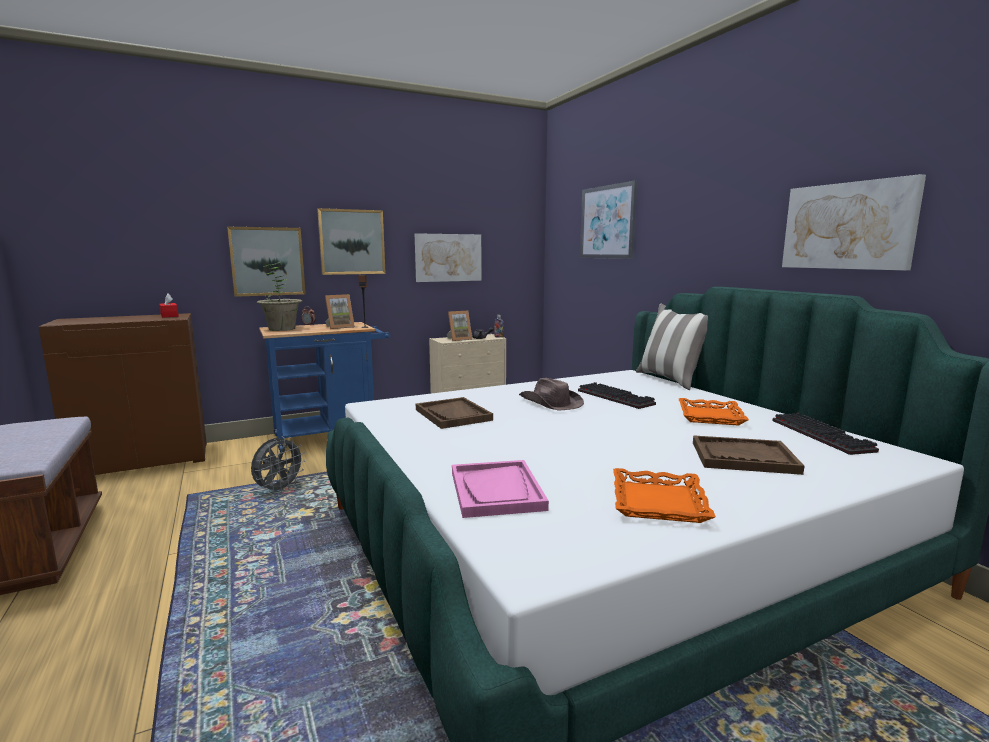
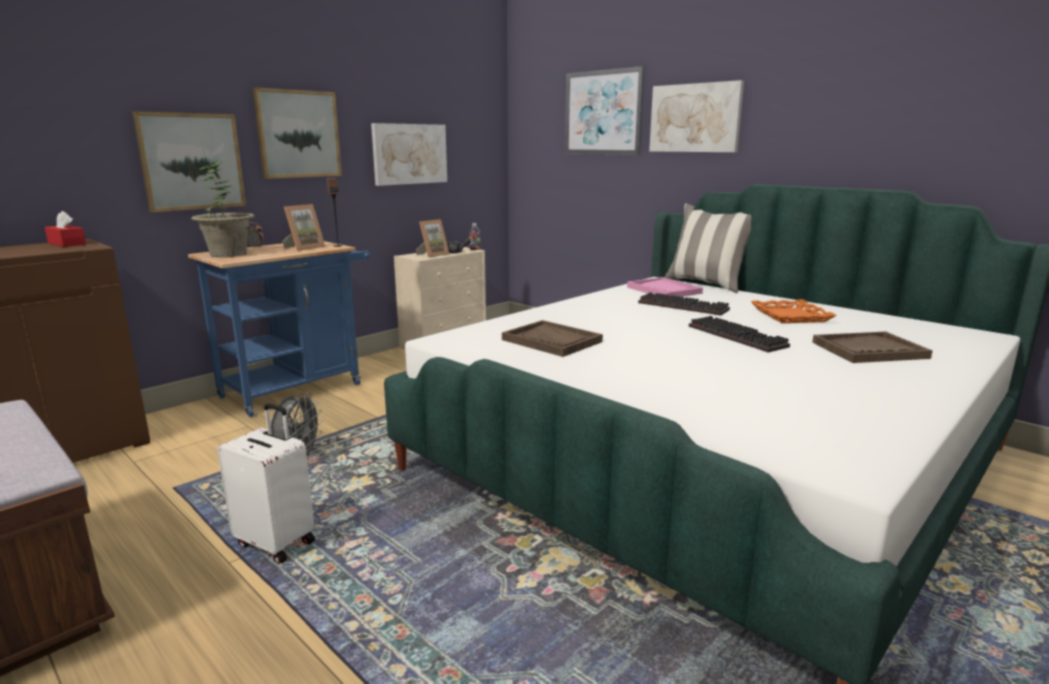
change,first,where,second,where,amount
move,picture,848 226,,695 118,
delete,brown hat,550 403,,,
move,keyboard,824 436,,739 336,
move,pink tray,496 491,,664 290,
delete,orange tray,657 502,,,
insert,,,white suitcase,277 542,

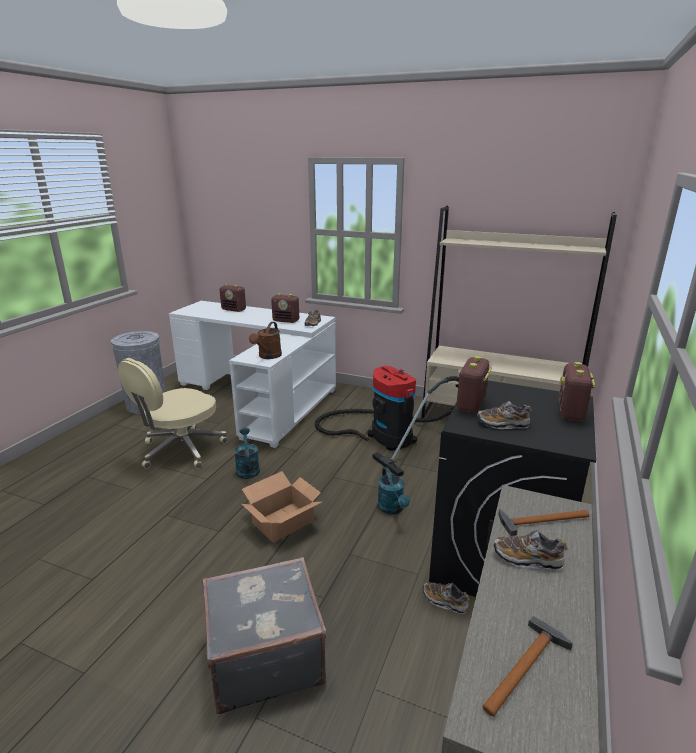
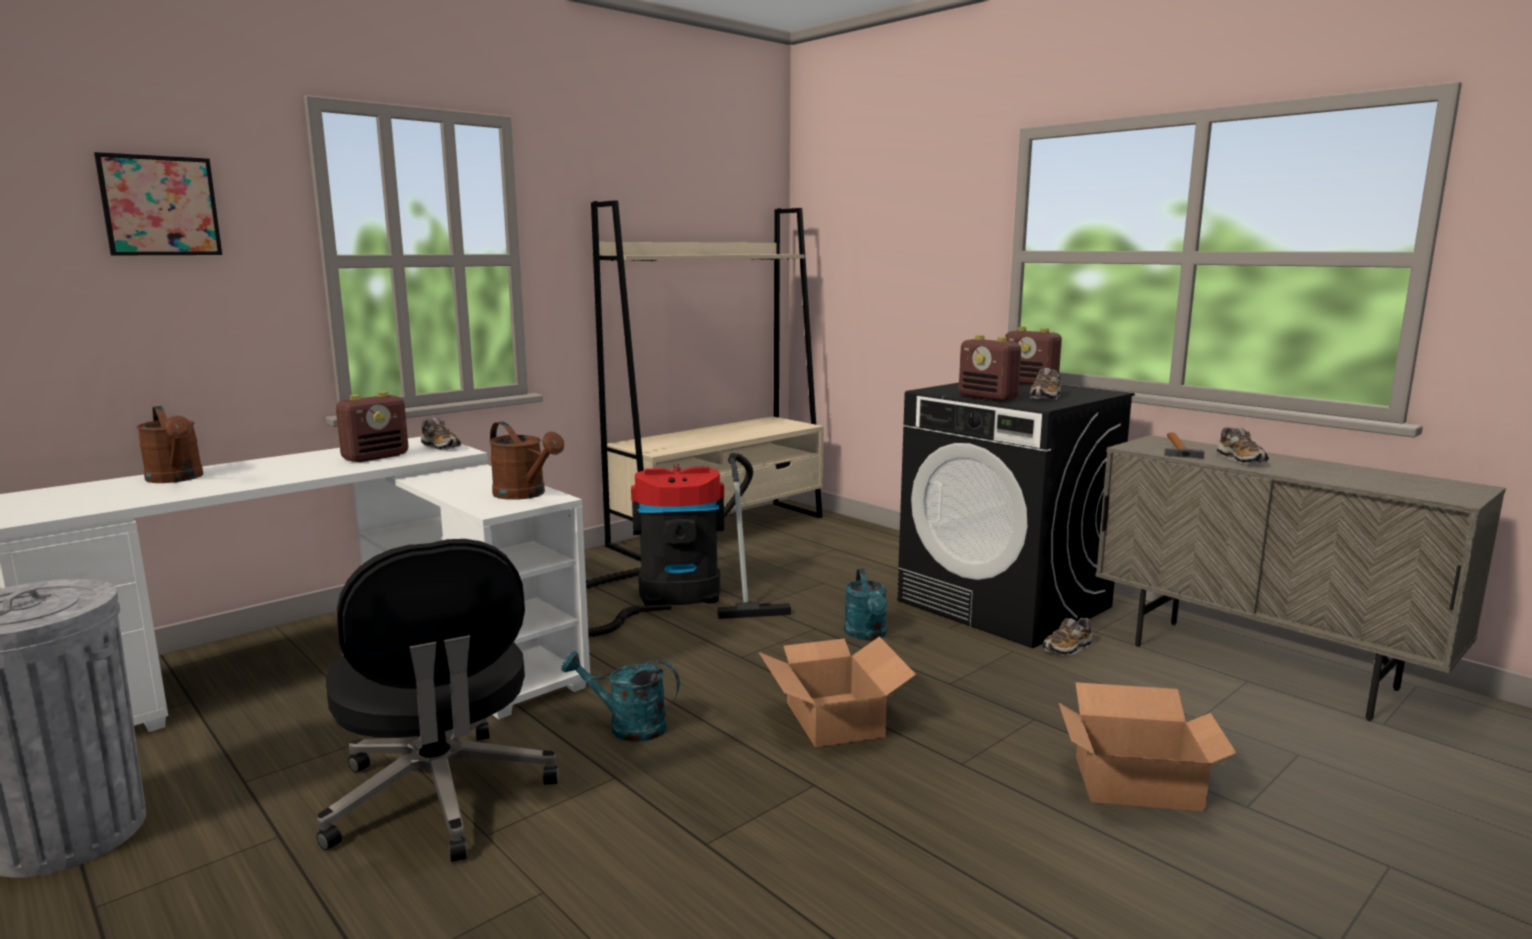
change,first,where,second,where,amount
replace,radio,234 310,brown watering can,177 479,
recolor,beige office chair,181 450,black office chair,440 798,
rotate,turquoise watering can,392 509,,867 635,75 degrees clockwise
rotate,shoe,527 559,,1241 460,45 degrees counterclockwise
replace,grey suitcase,264 656,cardboard box,1138 784,
delete,hammer,526 666,,,
insert,,,picture,160 206,

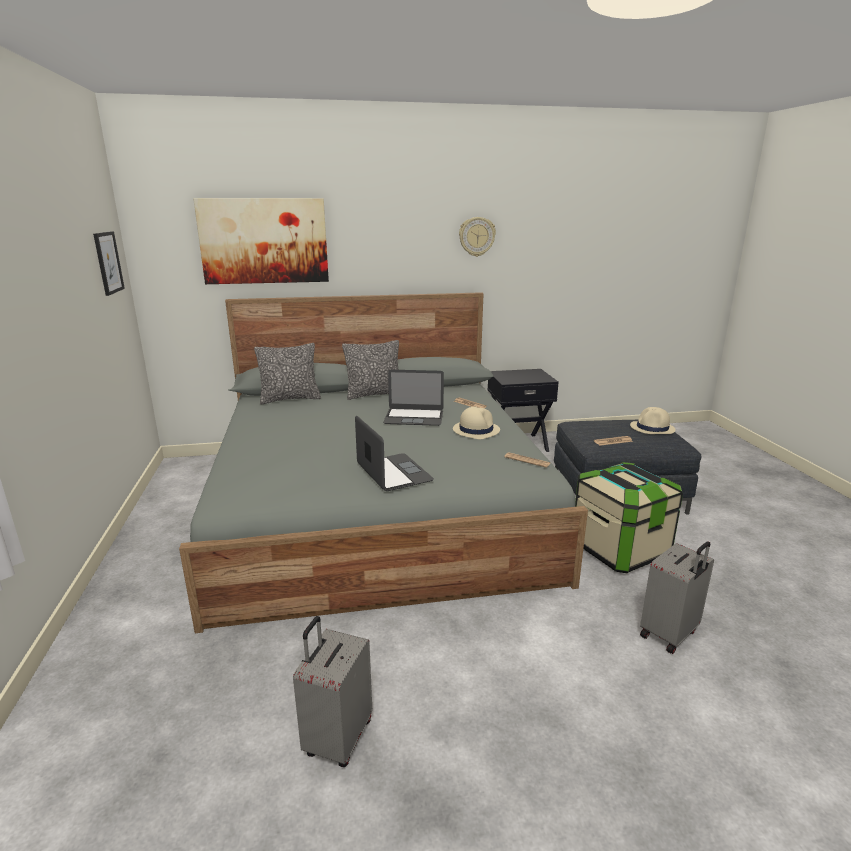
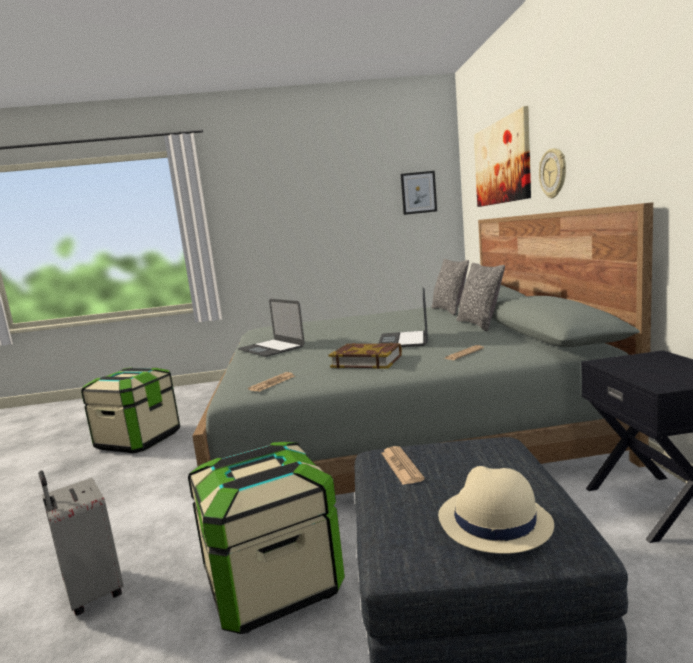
change,first,where,second,where,amount
move,wall clock,476 236,,553 173,
replace,beige hat,476 430,book,367 361,
rotate,laptop,393 472,,271 348,75 degrees clockwise
replace,grey suitcase,337 738,storage box,139 440,

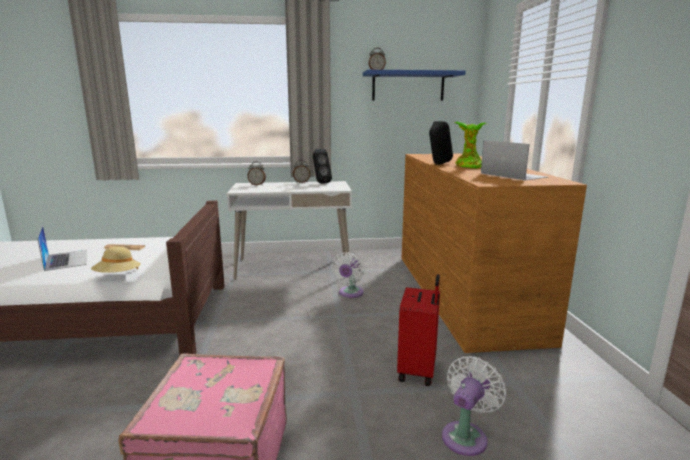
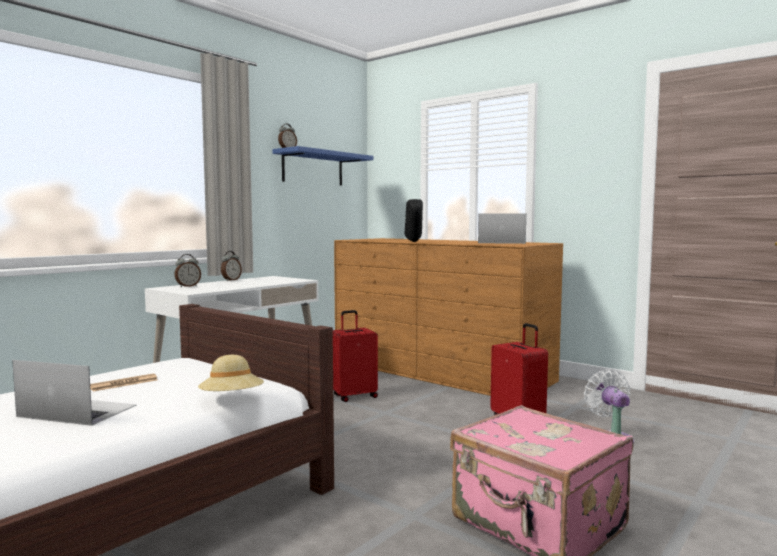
change,first,where,second,where,amount
delete,potted plant,468 166,,,
delete,black speaker,320 183,,,
replace,white fan,350 293,red suitcase,354 396,

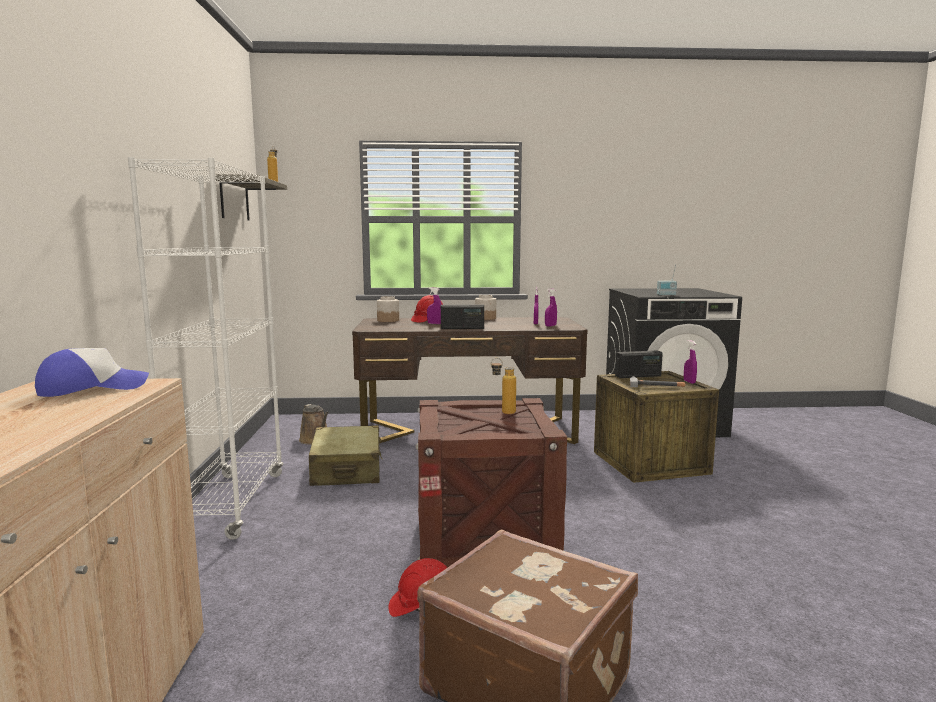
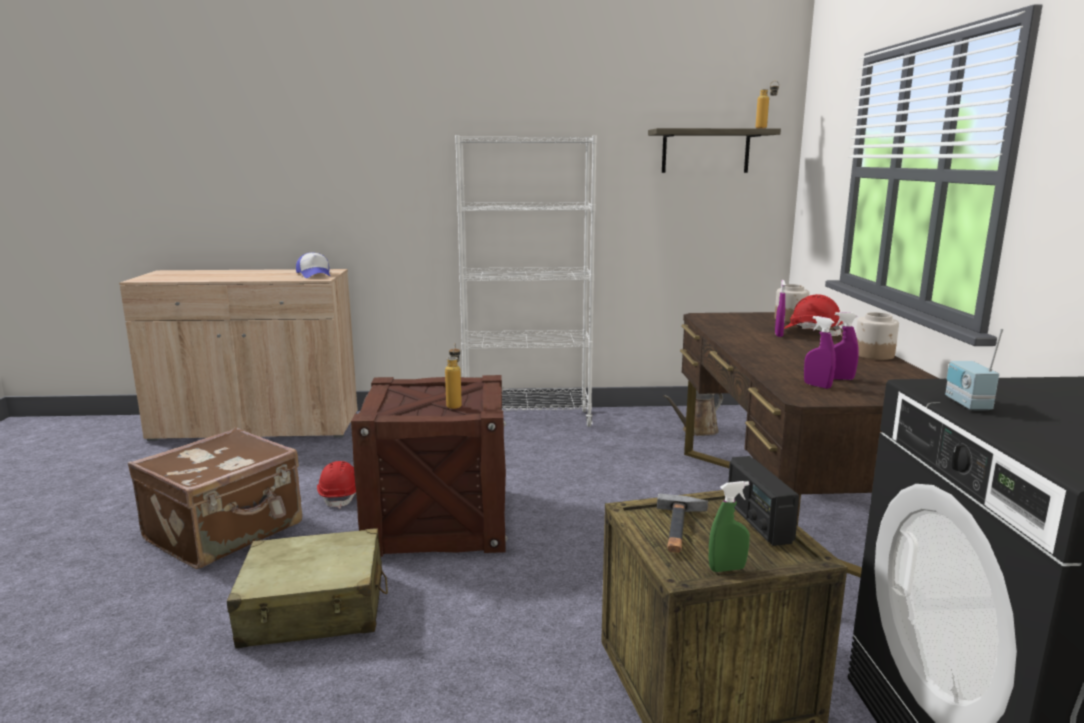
change,first,where,second,where,amount
delete,radio,462 328,,,
recolor,purple spray bottle,689 382,green spray bottle,727 569,
move,beige suitcase,347 469,,314 609,

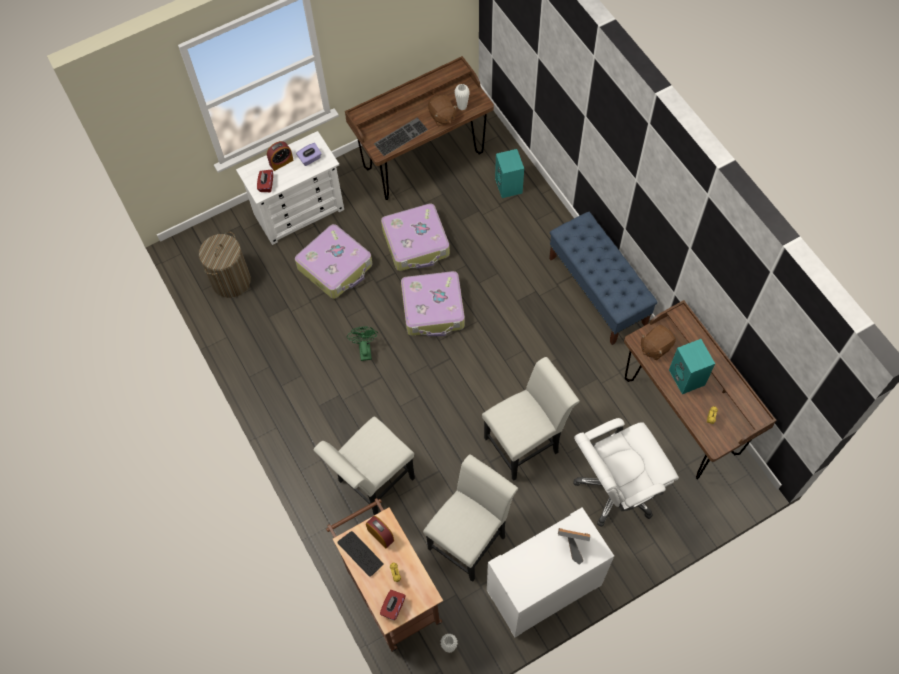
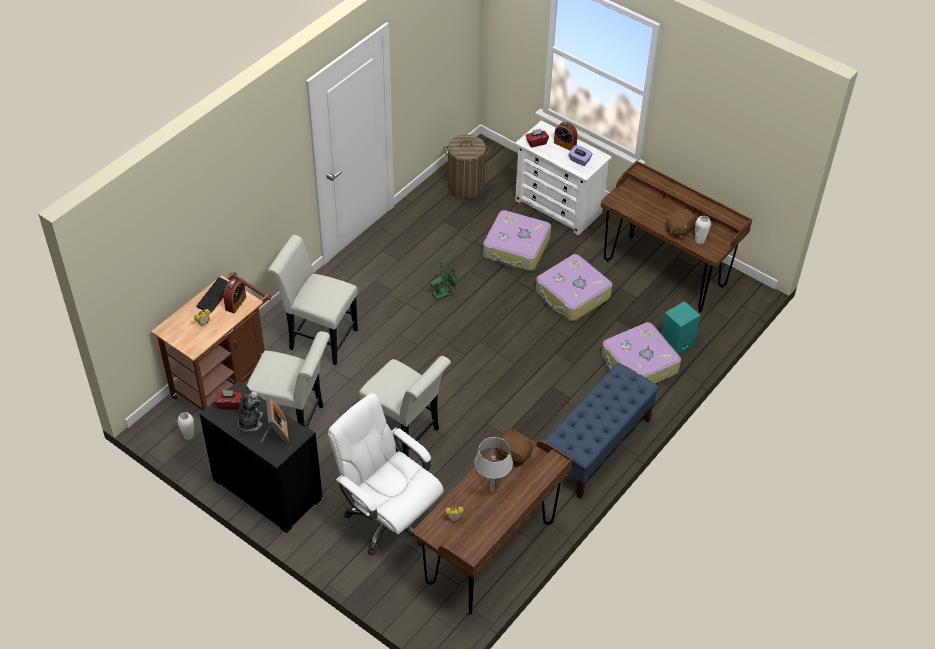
change,first,where,second,where,amount
delete,keyboard,400 136,,,
move,suitcase,433 309,,639 365,
replace,turquoise speaker,688 378,grey table lamp,492 490,
recolor,white dresser,544 589,black dresser,266 489,
move,red tissue box,393 607,,229 404,
insert,,,plush toy,250 422,

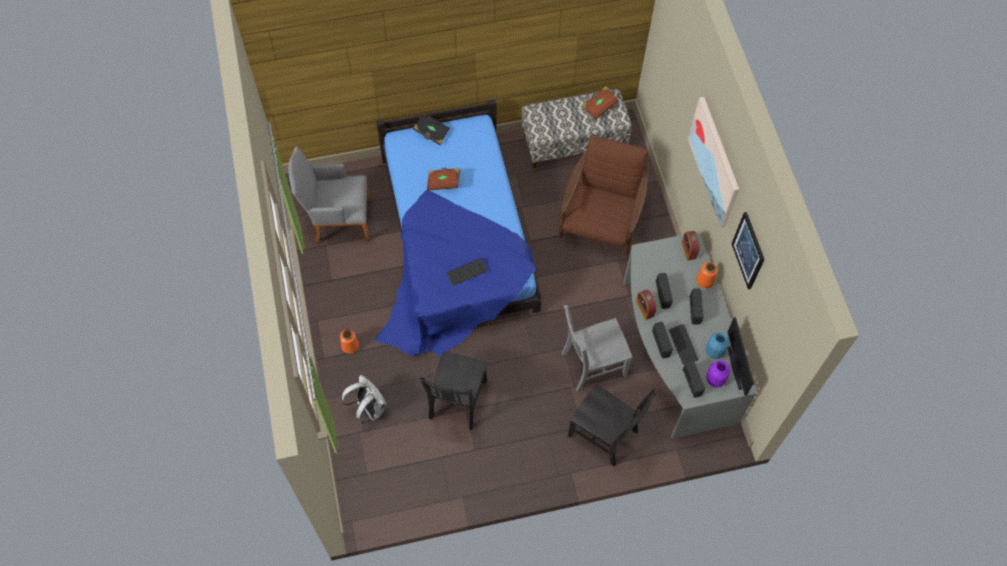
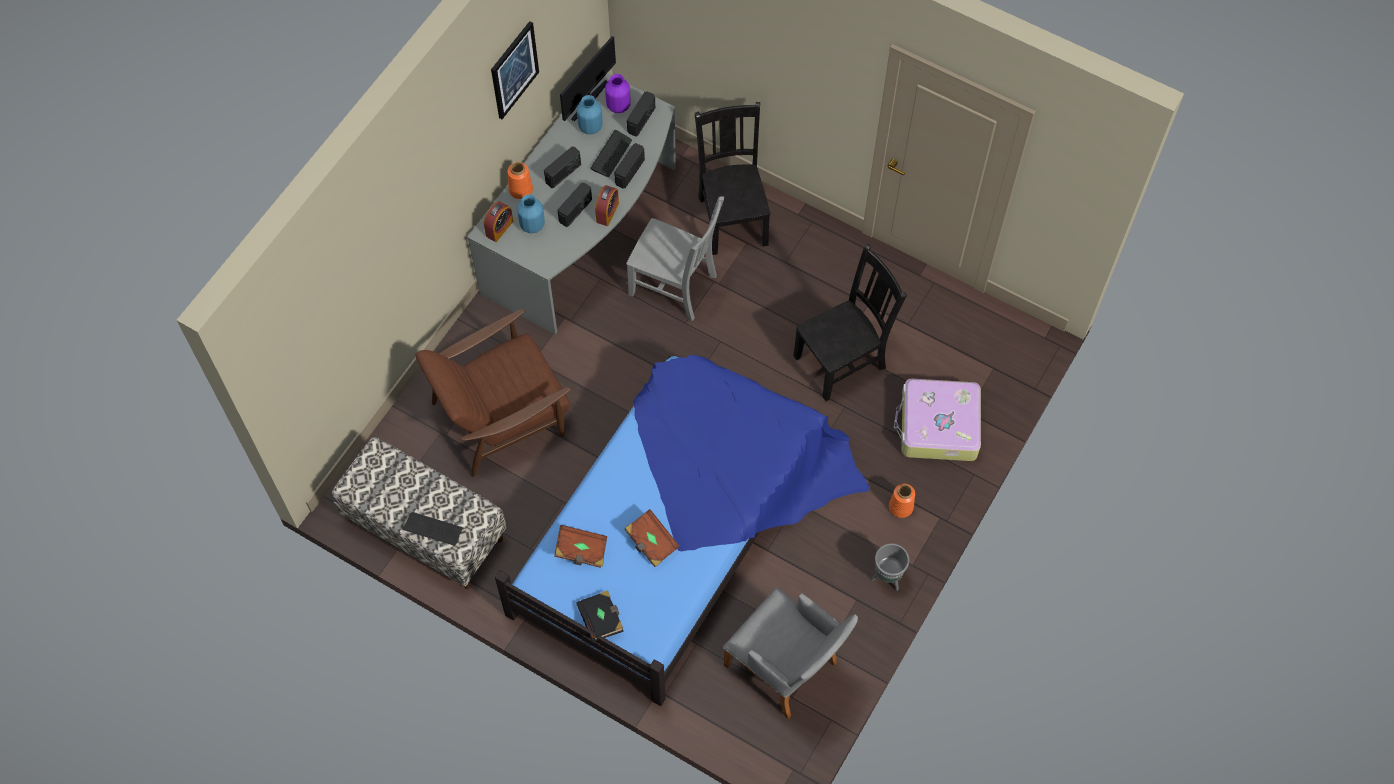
change,first,where,second,where,amount
move,brown book,599 106,,581 551,
delete,picture,715 162,,,
move,keyboard,467 272,,433 529,
replace,white backpack,368 408,suitcase,938 426,
insert,,,blue vase,532 225,
insert,,,grey planter,887 578,

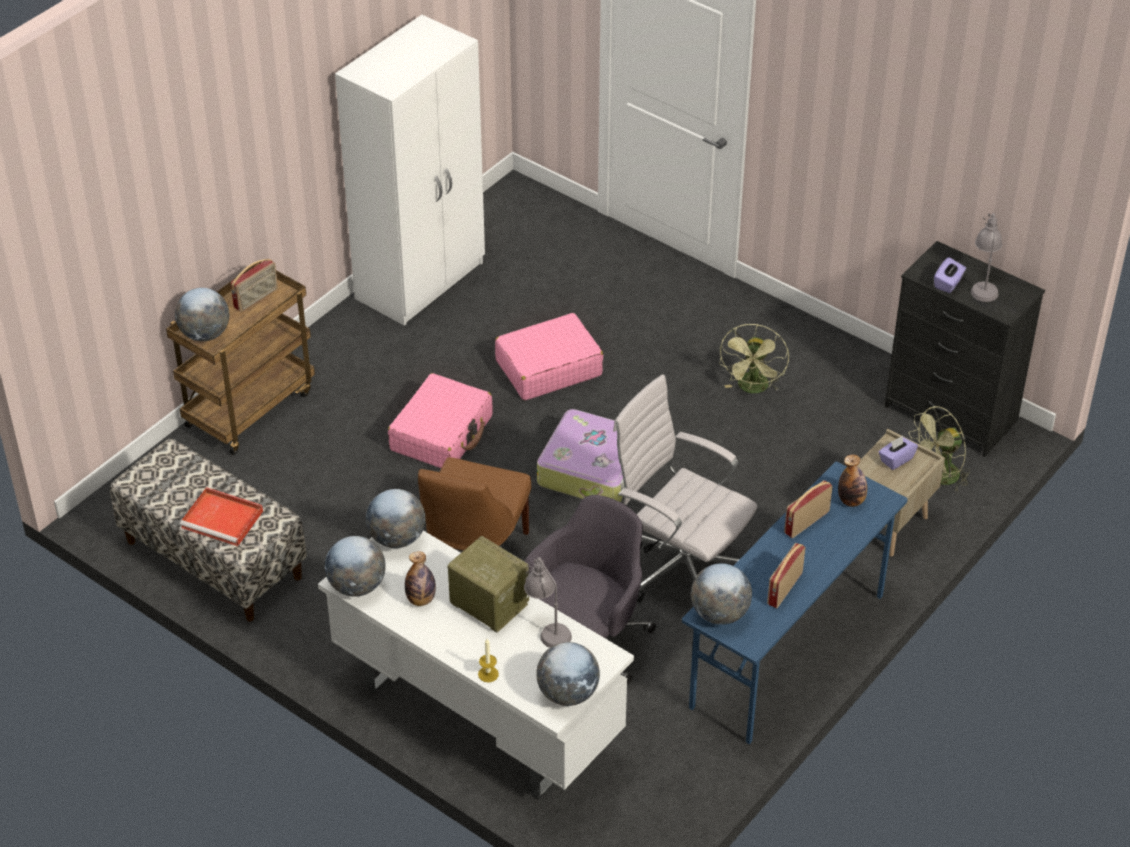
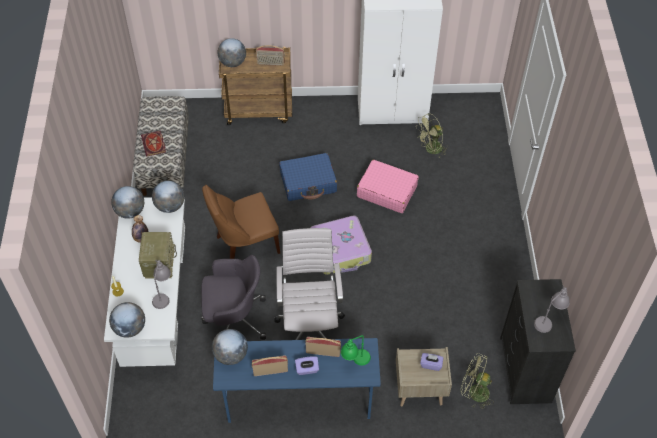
change,first,where,second,where,amount
move,purple tissue box,948 283,,307 369,
move,green fan,753 389,,430 150,
recolor,pink suitcase,442 433,blue suitcase,308 182,
replace,bottle,851 501,green table lamp,355 362,
replace,red tray,224 519,book,154 145,

